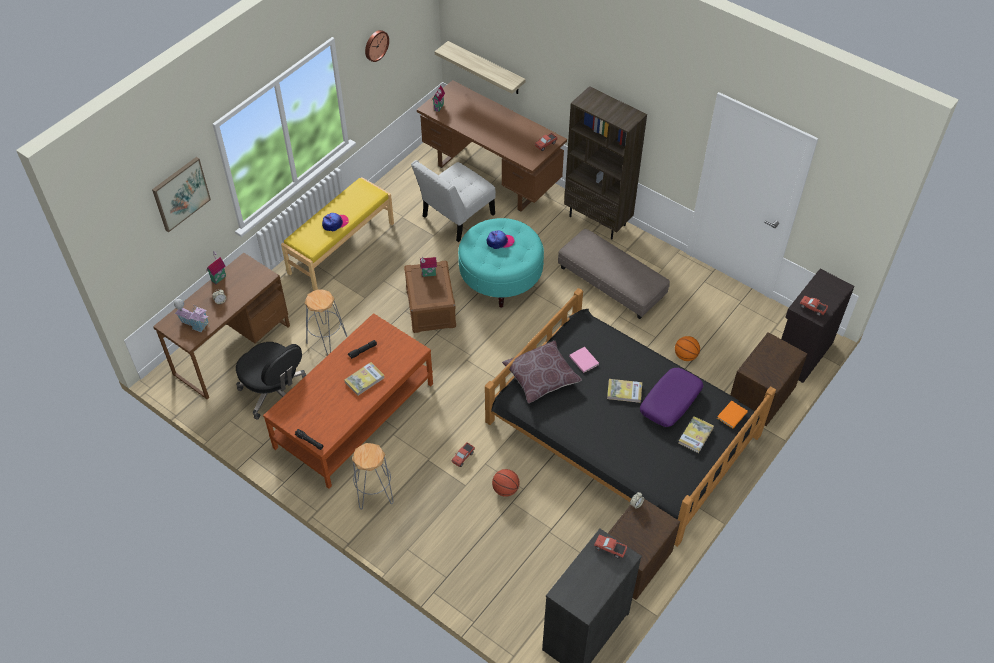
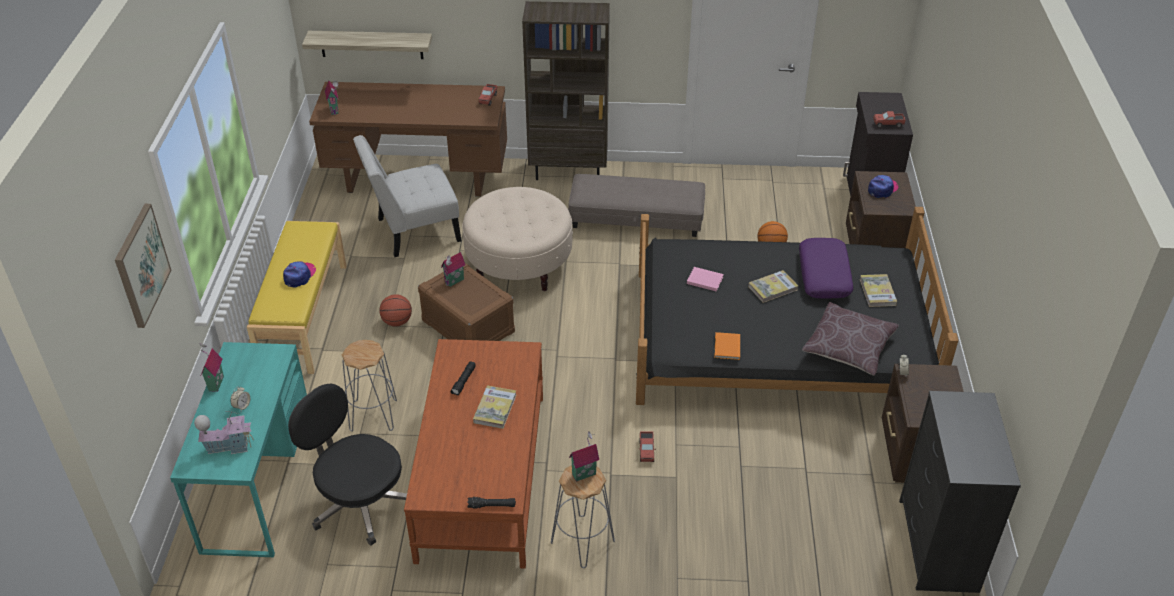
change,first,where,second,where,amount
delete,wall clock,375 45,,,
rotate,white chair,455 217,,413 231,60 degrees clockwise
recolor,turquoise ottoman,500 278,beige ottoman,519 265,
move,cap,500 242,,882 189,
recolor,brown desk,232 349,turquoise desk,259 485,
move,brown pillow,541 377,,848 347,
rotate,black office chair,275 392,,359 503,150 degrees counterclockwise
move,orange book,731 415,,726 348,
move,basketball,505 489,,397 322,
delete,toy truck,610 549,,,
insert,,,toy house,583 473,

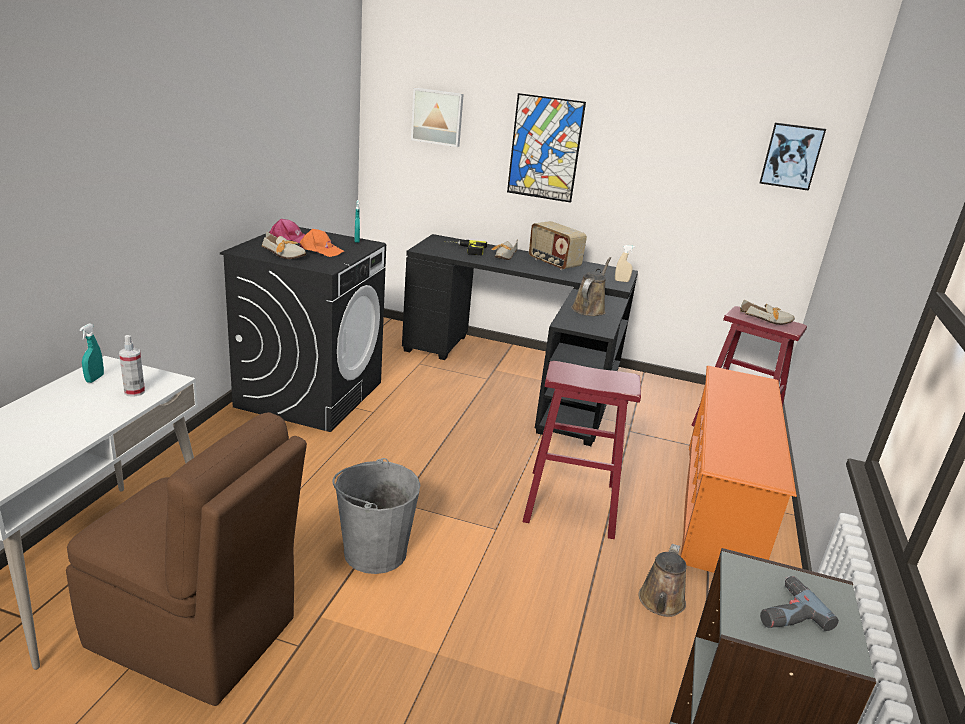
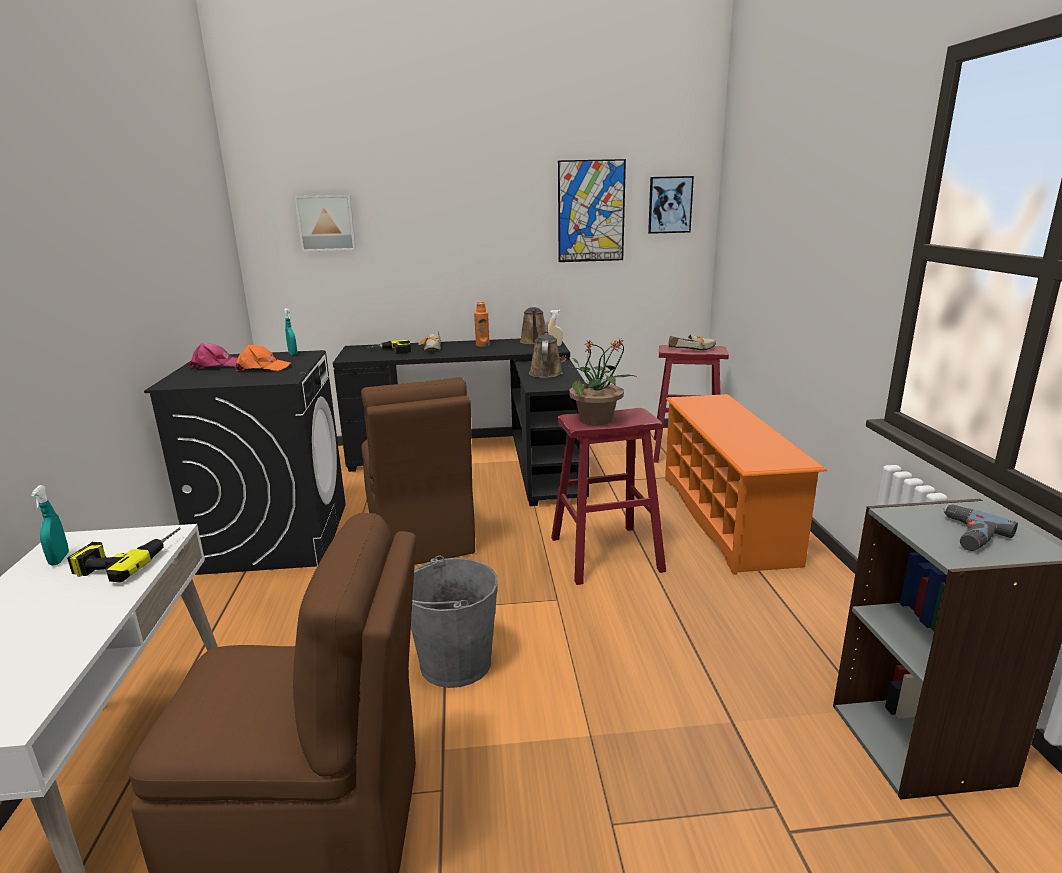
change,first,where,second,where,amount
move,picture,545 148,,591 211,
replace,radio,553 263,orange bottle,482 345,
delete,shoe,285 255,,,
replace,spray bottle,134 392,power drill,128 557,
move,brown watering can,661 603,,534 342,
insert,,,potted plant,597 420,
insert,,,brown chair,420 537,

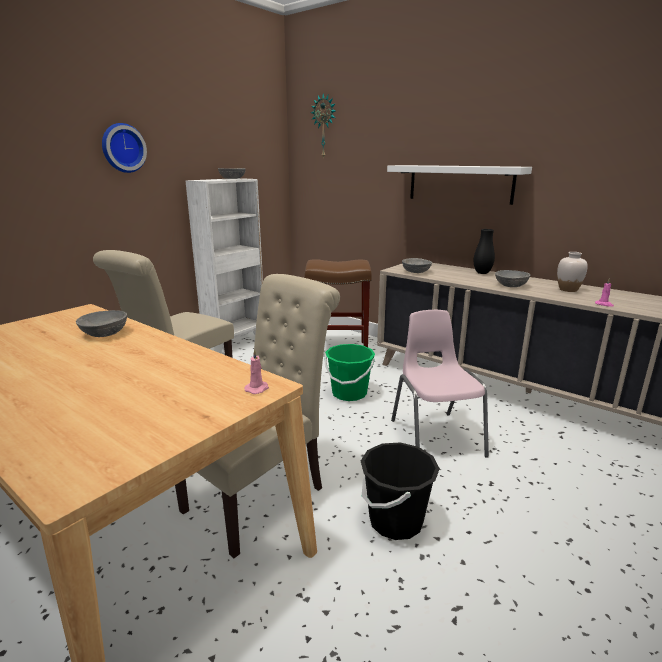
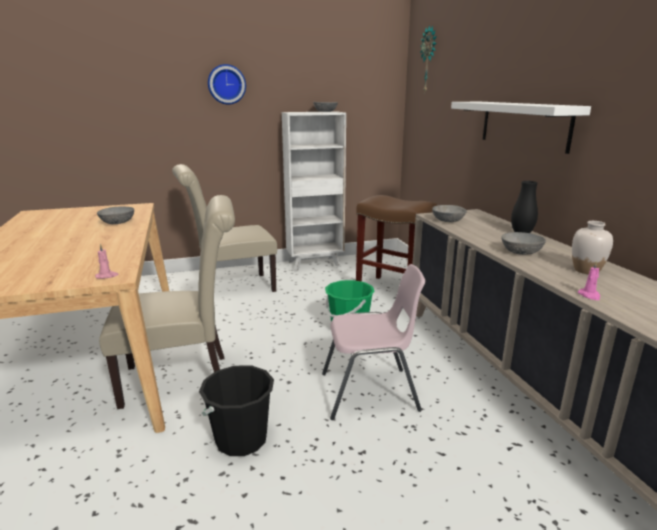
change,first,where,second,where,amount
rotate,pink chair,435 437,,371 392,60 degrees clockwise

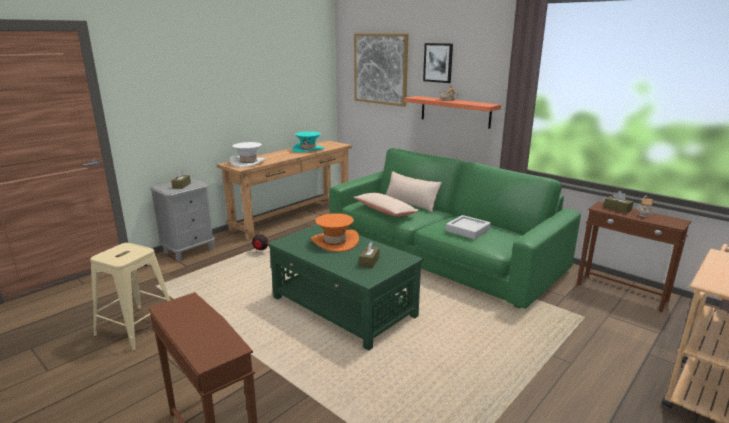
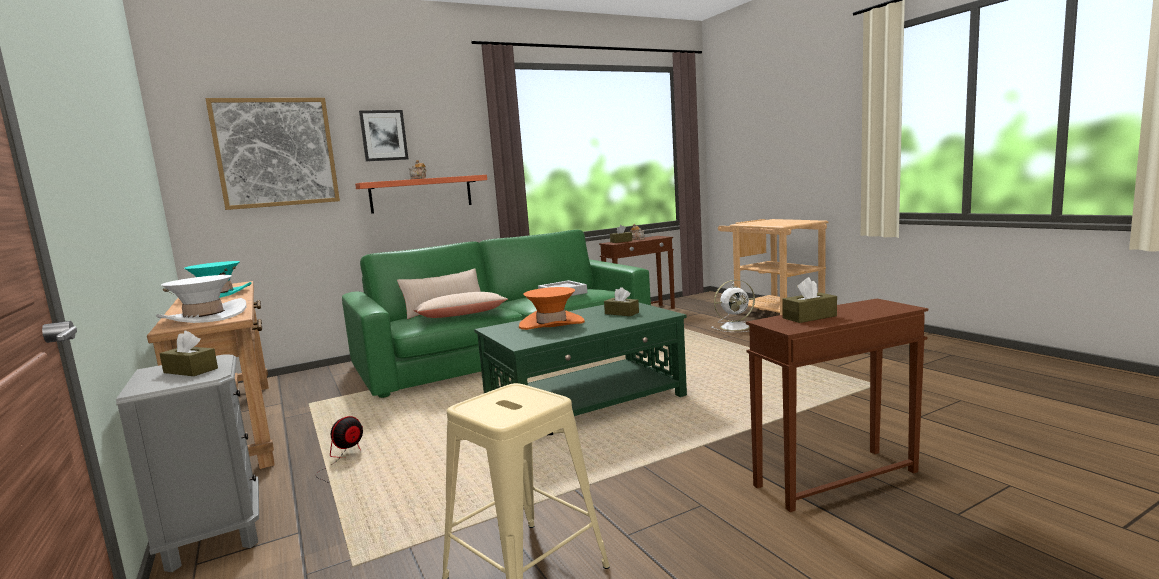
change,first,where,second,where,amount
insert,,,brown tissue box,809 317,
insert,,,white fan,736 327,

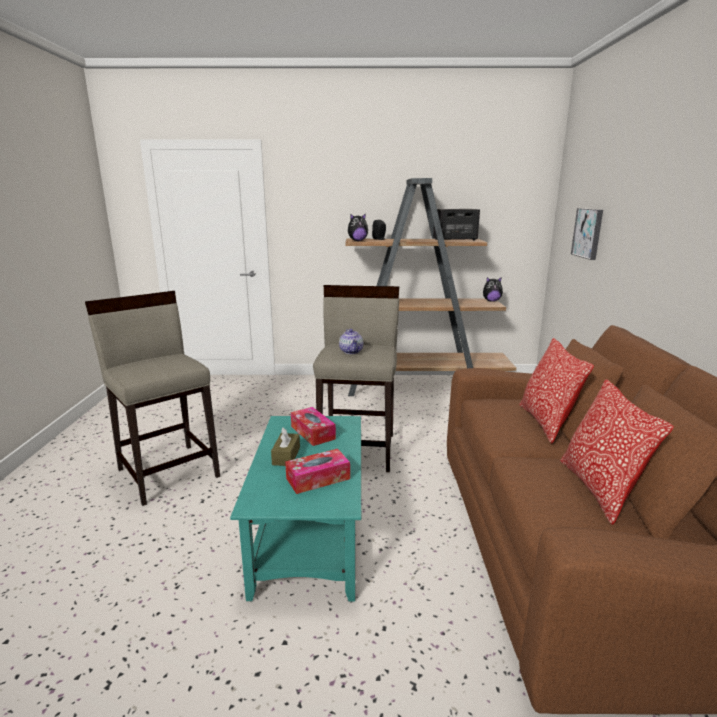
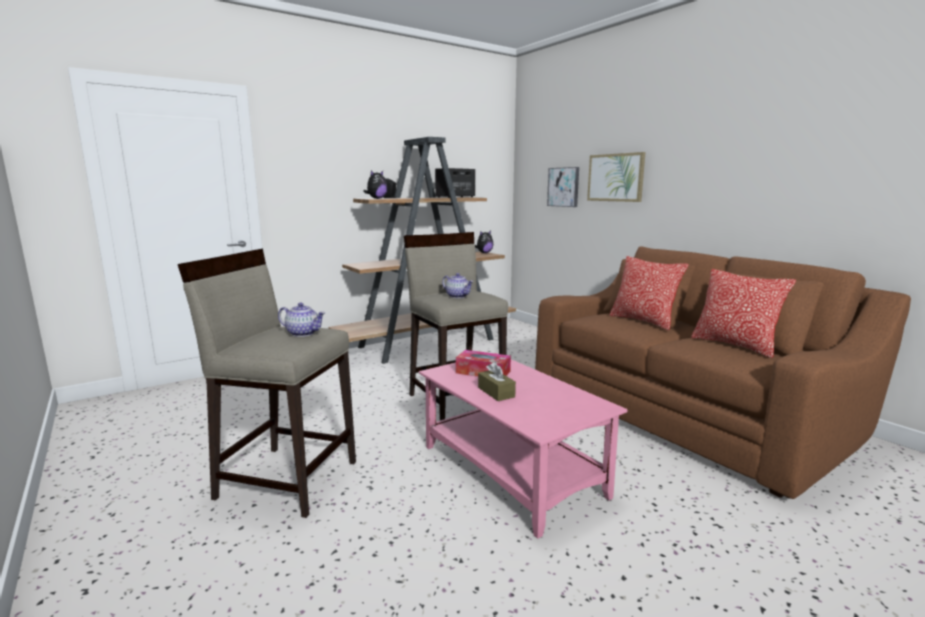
change,first,where,second,where,amount
recolor,turquoise coffee table,311 534,pink coffee table,513 471,
delete,tissue box,318 478,,,
insert,,,picture,615 177,
insert,,,teapot,303 333,

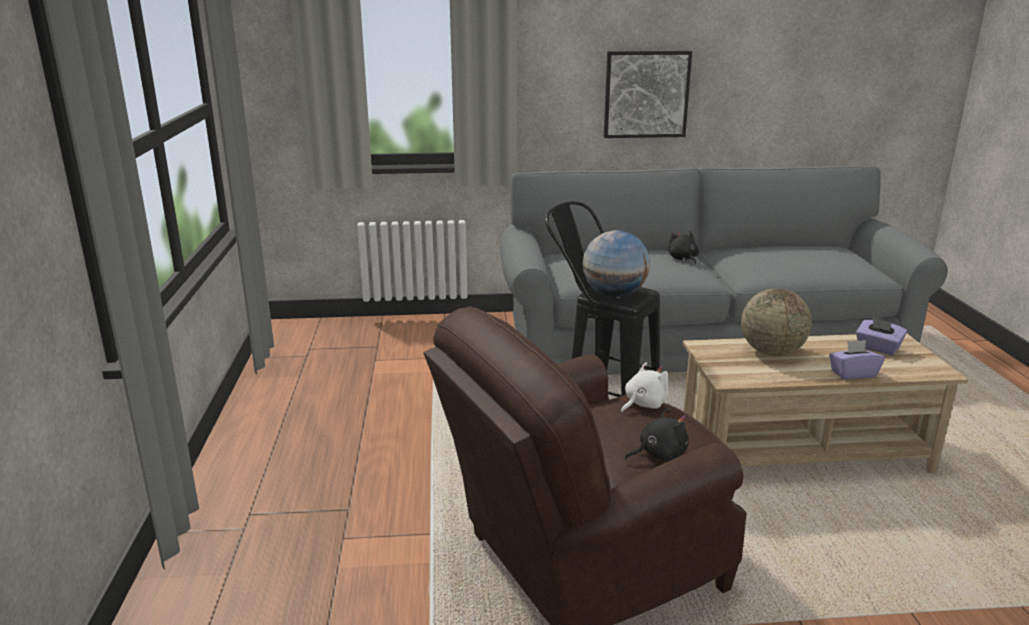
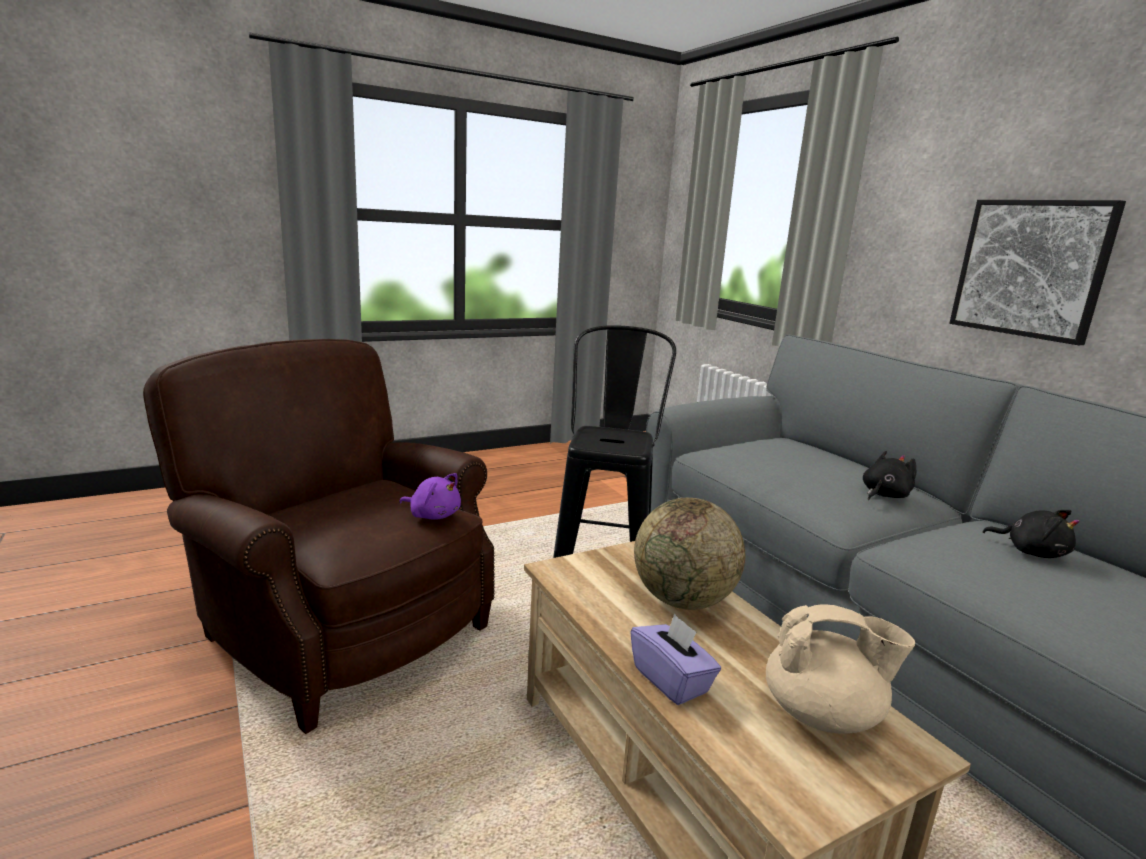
change,first,where,second,where,amount
delete,globe,614 295,,,
replace,purple tissue box,877 348,beige teapot,823 714,
recolor,white plush toy,643 404,purple plush toy,433 515,
move,black plush toy,659 454,,1031 552,

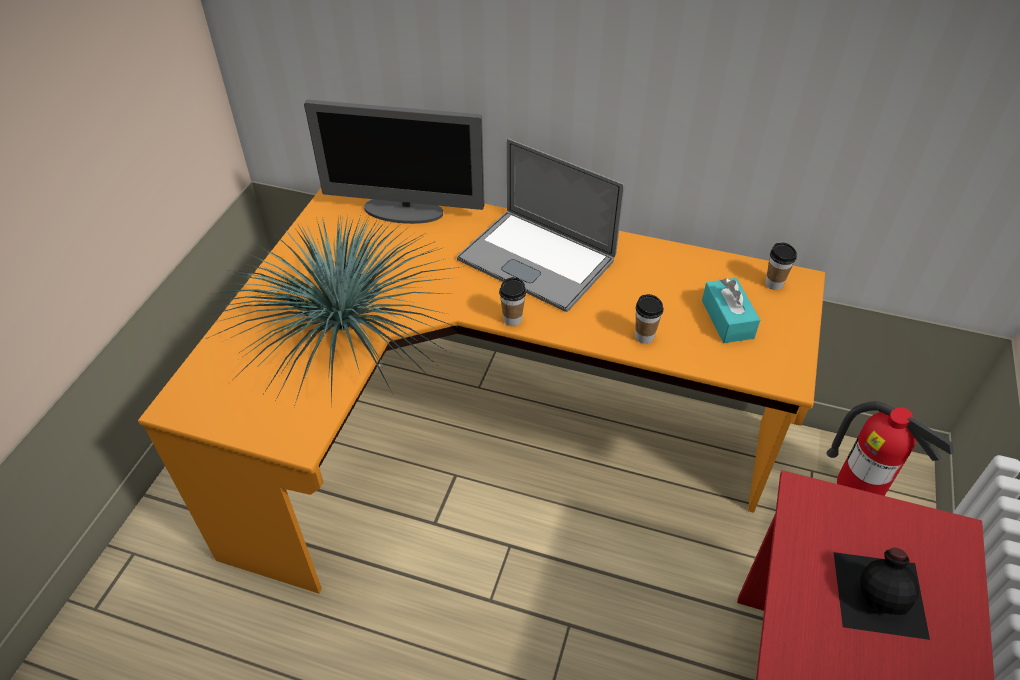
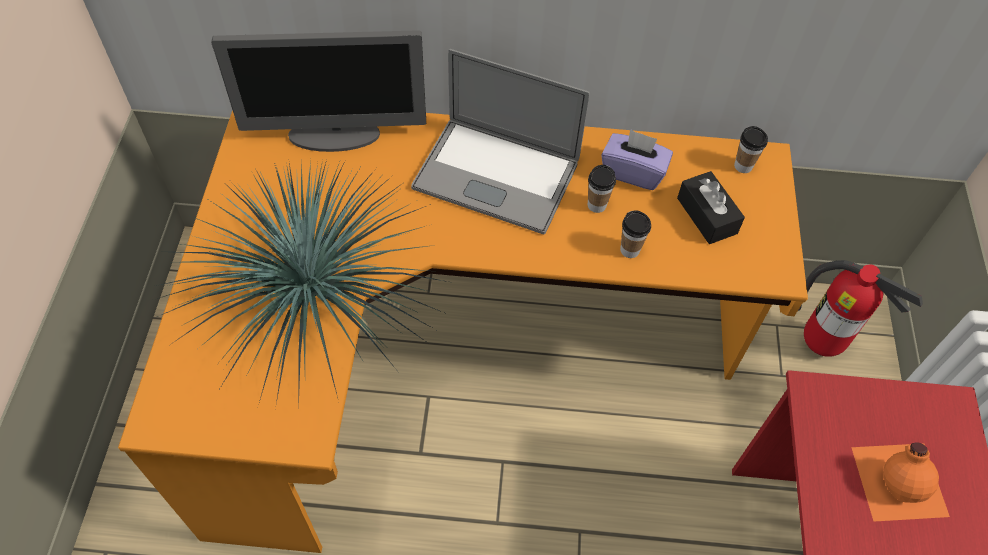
change,first,where,second,where,amount
move,cup,512 319,,596 205,
recolor,turquoise tissue box,727 319,black tissue box,706 215,
recolor,black bottle,881 593,orange bottle,900 480,
insert,,,purple tissue box,633 172,

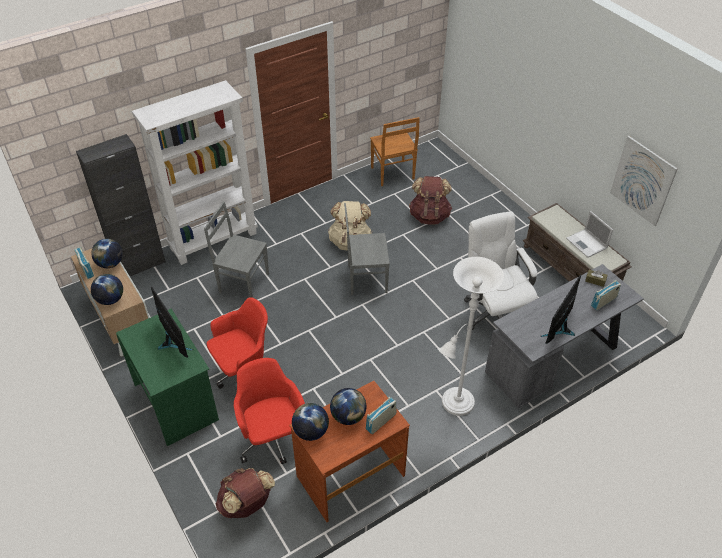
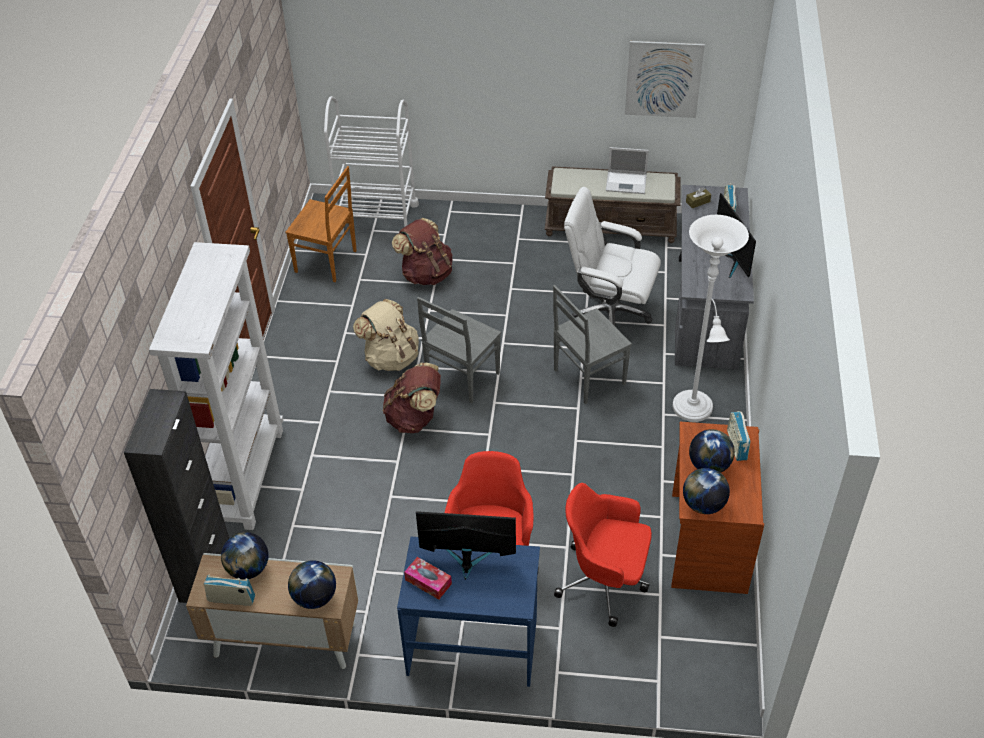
change,first,where,second,where,amount
move,grey chair,243 282,,587 377,
recolor,green desk,177 402,blue desk,473 644,
move,brown backpack,246 504,,415 418,
insert,,,white cart,377 218,
insert,,,tissue box,428 582,

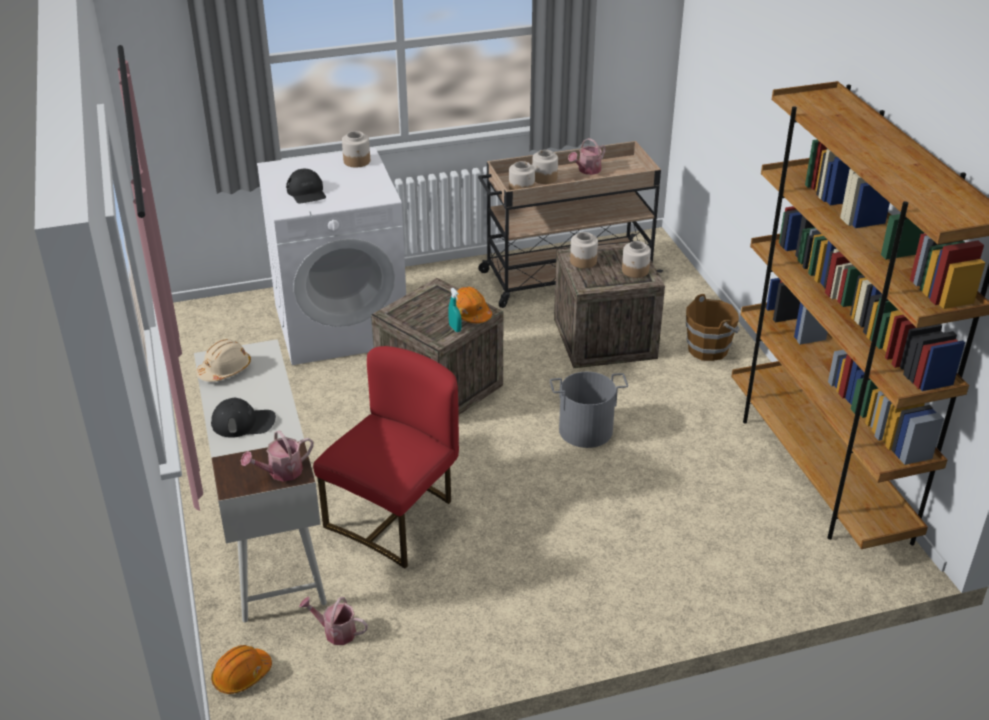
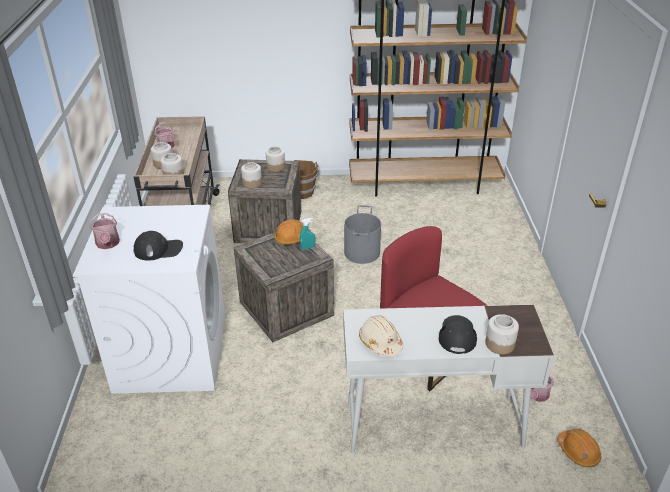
change,first,where,second,where,amount
move,jar,357 161,,500 344,
move,watering can,281 472,,108 244,

